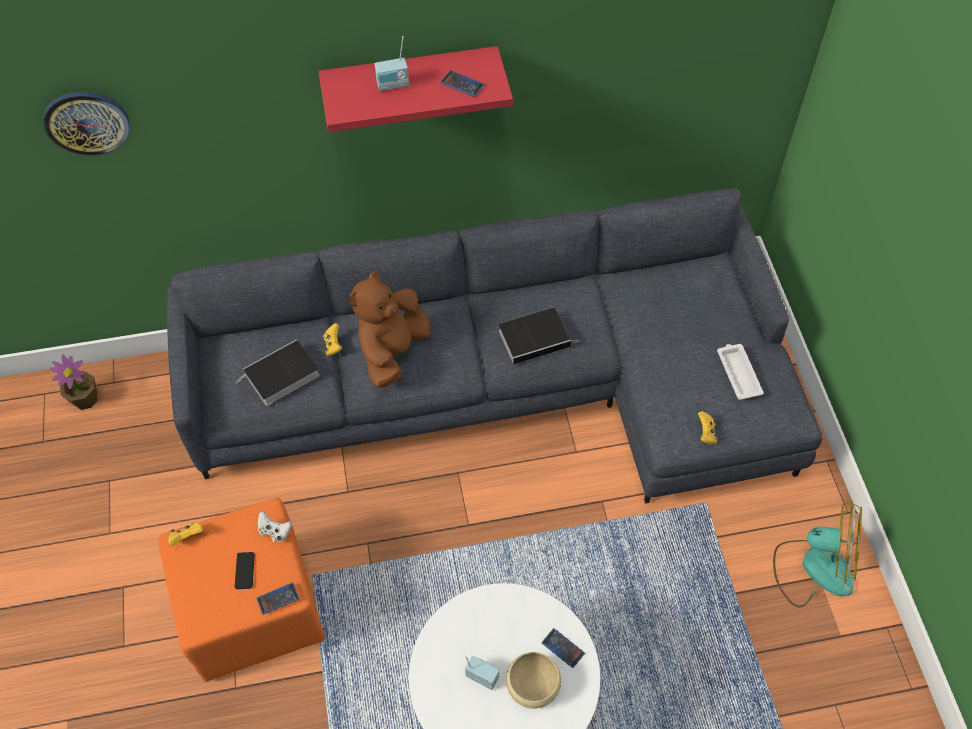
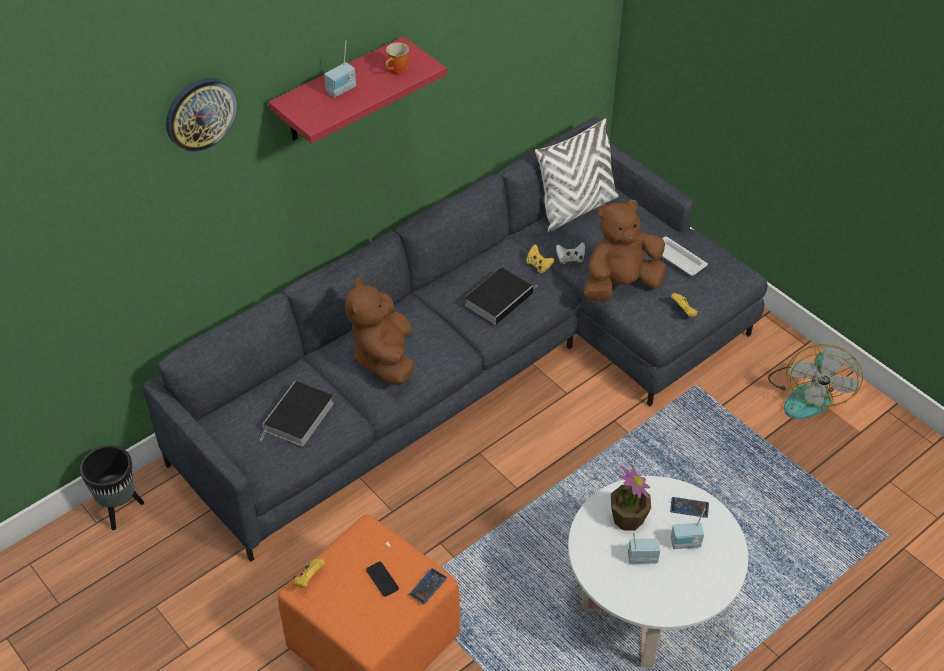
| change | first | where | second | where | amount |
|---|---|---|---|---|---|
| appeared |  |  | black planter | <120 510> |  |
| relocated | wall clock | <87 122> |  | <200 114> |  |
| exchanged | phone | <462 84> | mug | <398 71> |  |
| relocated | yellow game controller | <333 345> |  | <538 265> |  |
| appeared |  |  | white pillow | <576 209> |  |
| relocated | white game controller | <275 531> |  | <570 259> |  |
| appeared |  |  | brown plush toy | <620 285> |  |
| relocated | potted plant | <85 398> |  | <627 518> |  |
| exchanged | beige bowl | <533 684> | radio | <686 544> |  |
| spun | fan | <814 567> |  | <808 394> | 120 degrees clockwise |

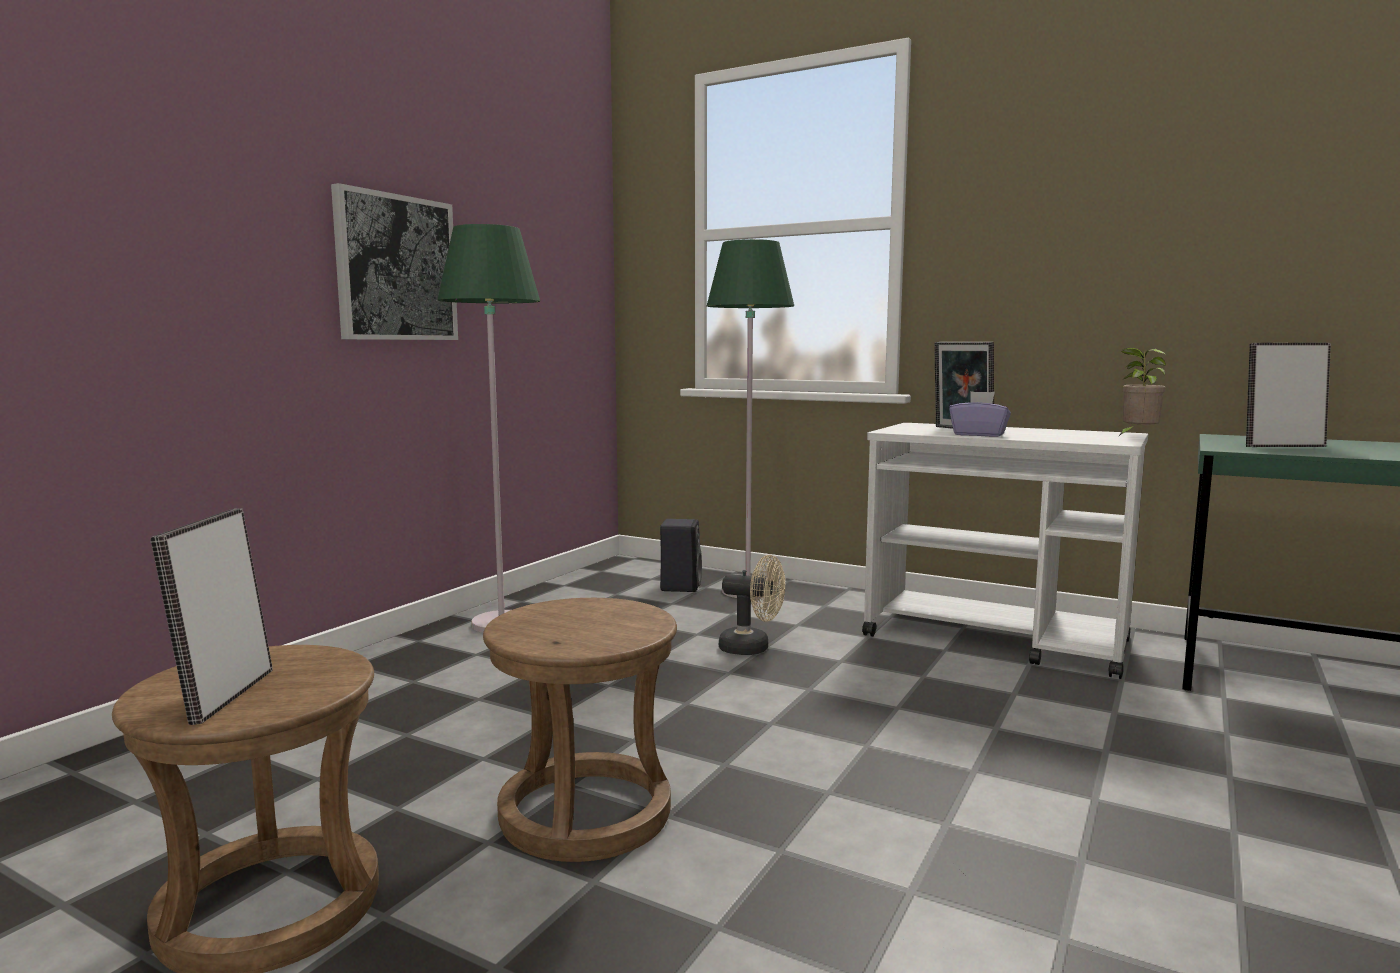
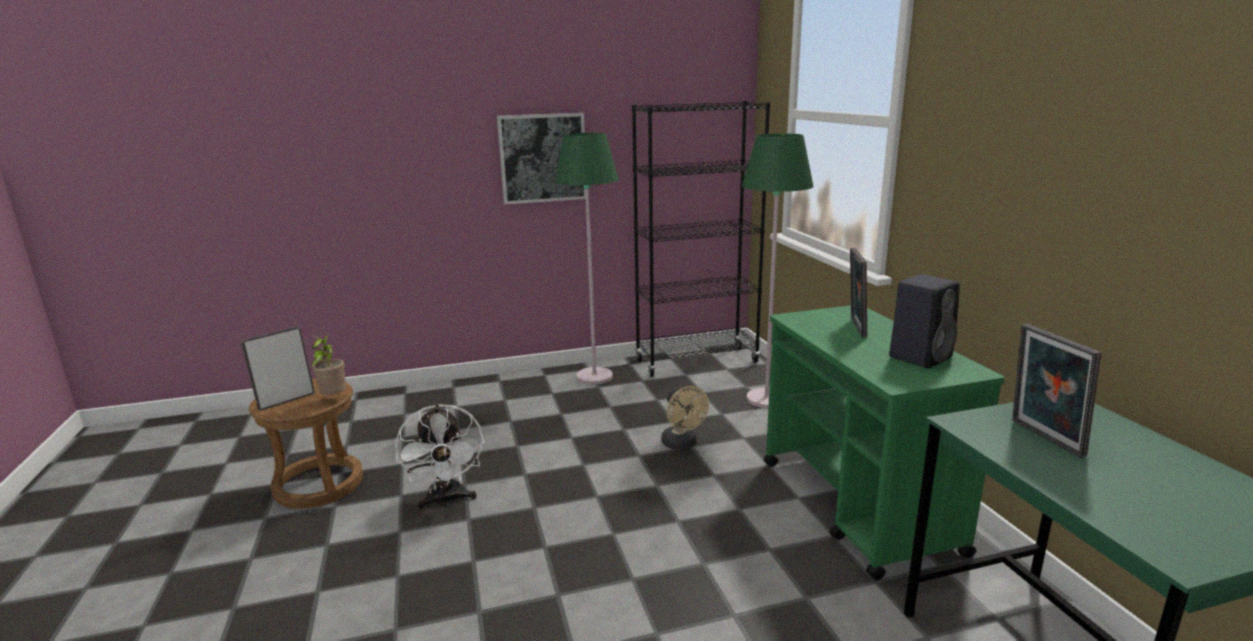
| change | first | where | second | where | amount |
|---|---|---|---|---|---|
| relocated | potted plant | <1137 436> |  | <333 399> |  |
| exchanged | brown stool | <585 812> | white fan | <447 500> |  |
| appeared |  |  | black bookcase | <697 361> |  |
| colour | white cart | <997 639> | green cart | <858 506> |  |
| relocated | black speaker | <680 586> |  | <920 356> |  |
| spun | picture frame | <1282 446> |  | <1043 438> | 150 degrees counterclockwise |
| missing | purple tissue box | <979 434> |  |  |  |

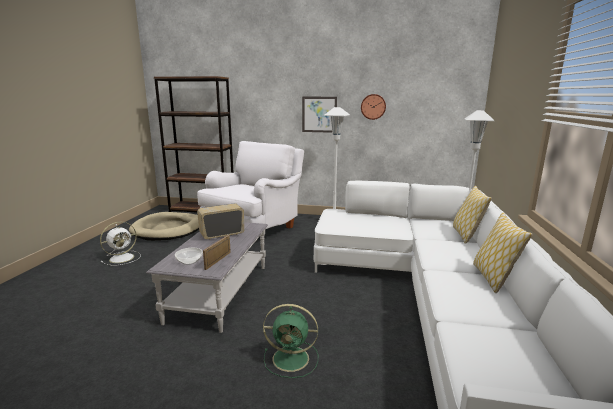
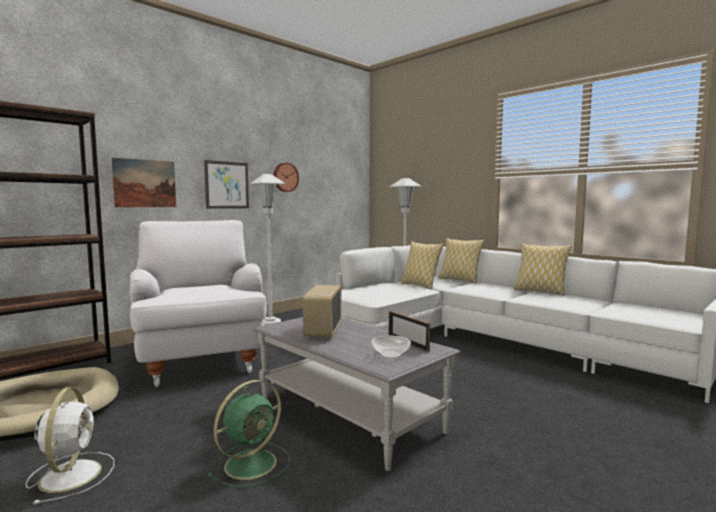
| change | first | where | second | where | amount |
|---|---|---|---|---|---|
| appeared |  |  | picture | <145 183> |  |
| relocated | green fan | <292 359> |  | <252 463> |  |
| appeared |  |  | pillow | <420 286> |  |

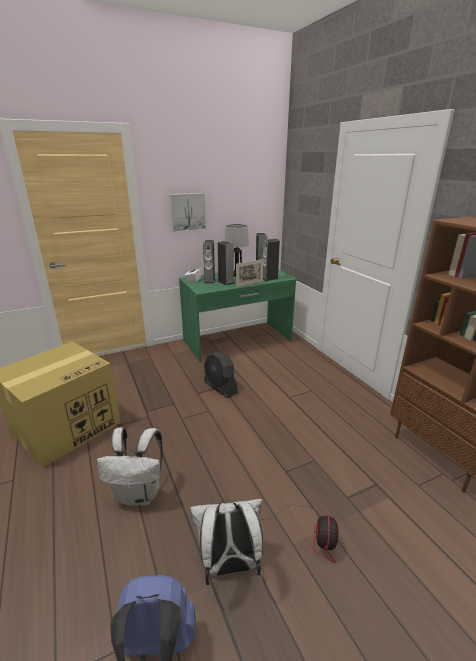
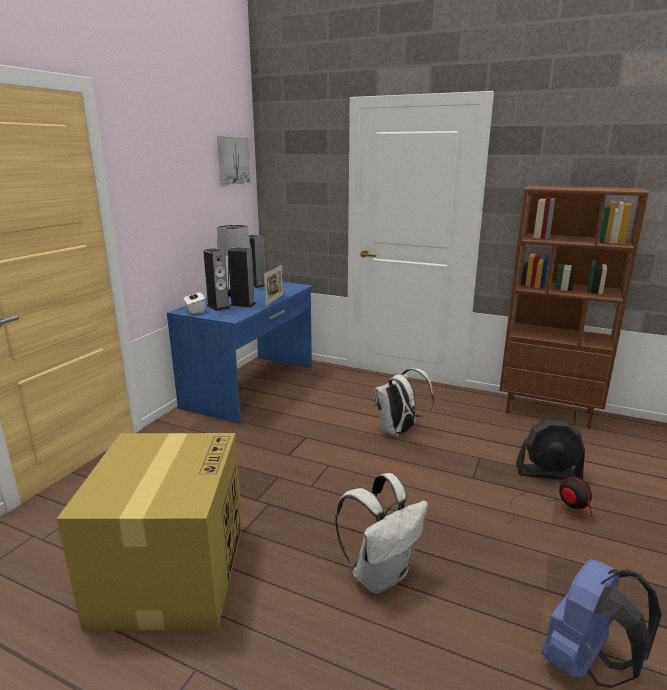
| change | first | where | second | where | amount |
|---|---|---|---|---|---|
| colour | green desk | <237 340> | blue desk | <252 386> |  |
| relocated | picture | <187 212> |  | <232 161> |  |
| relocated | white backpack | <229 566> |  | <398 431> |  |
| relocated | black fan | <220 387> |  | <548 473> |  |
| missing | speaker | <269 278> |  |  |  |

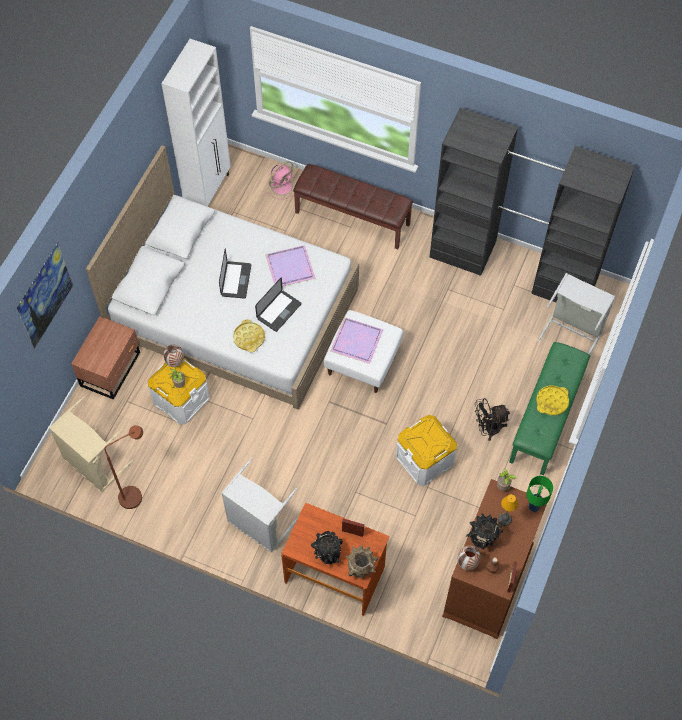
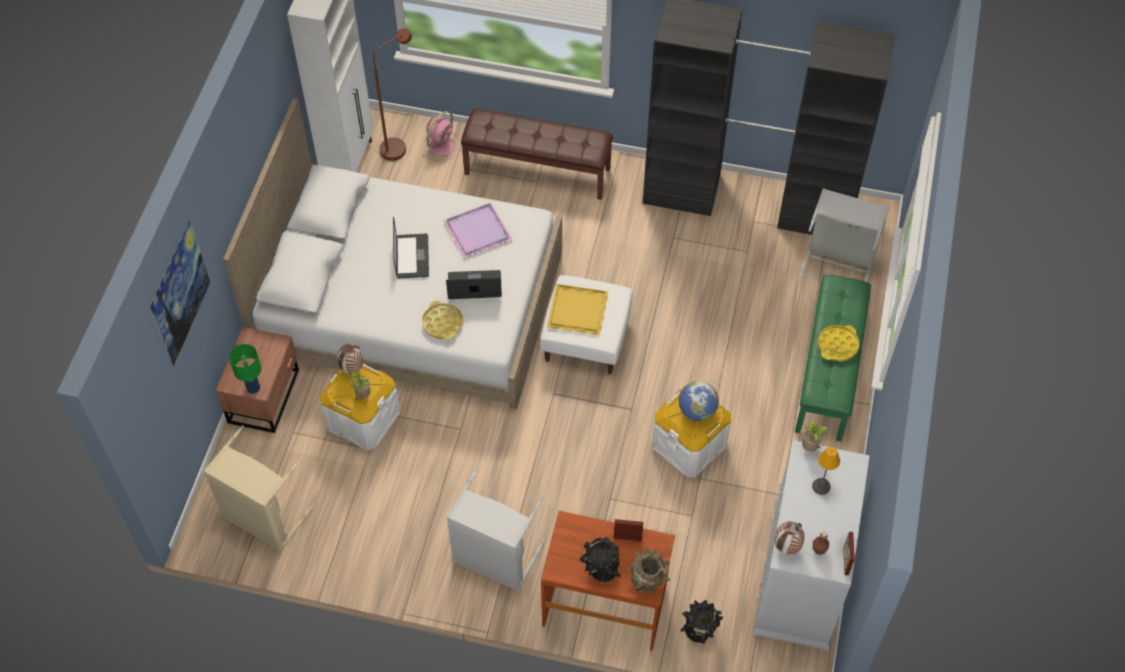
| change | first | where | second | where | amount |
|---|---|---|---|---|---|
| relocated | green table lamp | <534 507> |  | <253 388> |  |
| relocated | brown floor lamp | <136 494> |  | <399 146> |  |
| spun | laptop | <279 311> |  | <474 286> | 120 degrees counterclockwise |
| colour | purple tray | <356 340> | yellow tray | <577 309> |  |
| appeared |  |  | globe | <697 411> |  |
| relocated | black vase | <483 537> |  | <700 629> |  |
| colour | brown dresser | <488 580> | white dresser | <800 579> |  |
| missing | black fan | <488 429> |  |  |  |

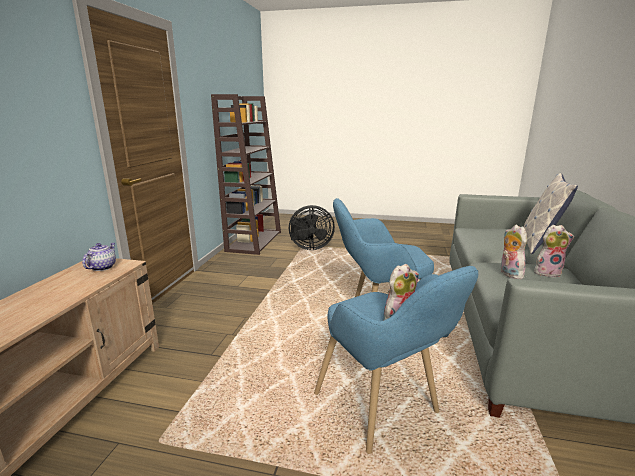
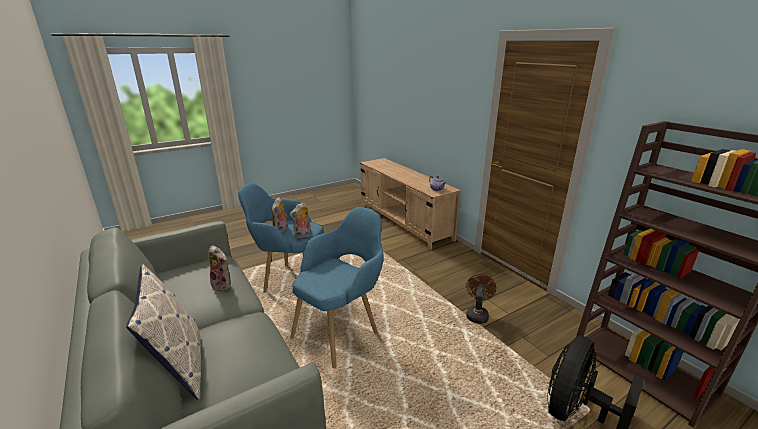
| change | first | where | second | where | amount |
|---|---|---|---|---|---|
| relocated | plush toy | <547 272> |  | <302 236> |  |
| appeared |  |  | brown fan | <477 314> |  |

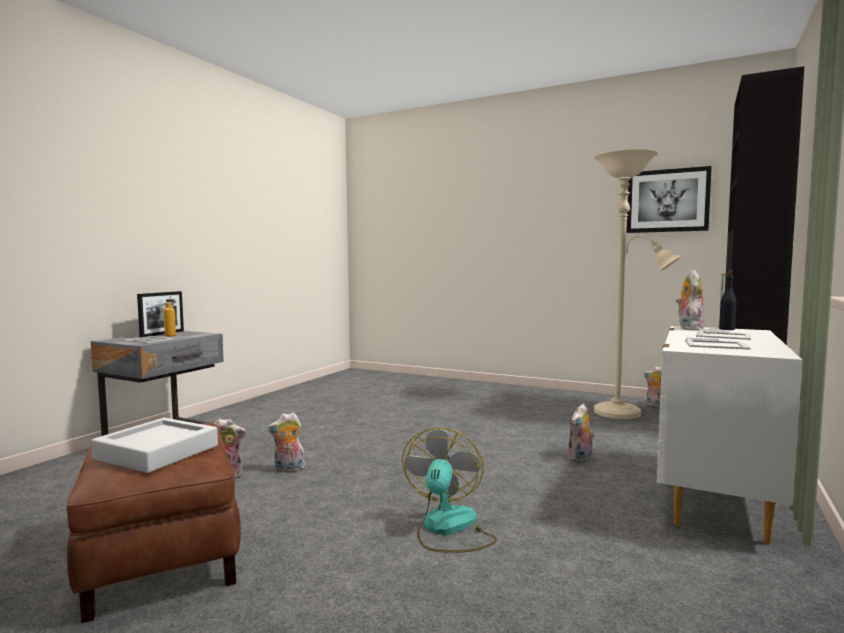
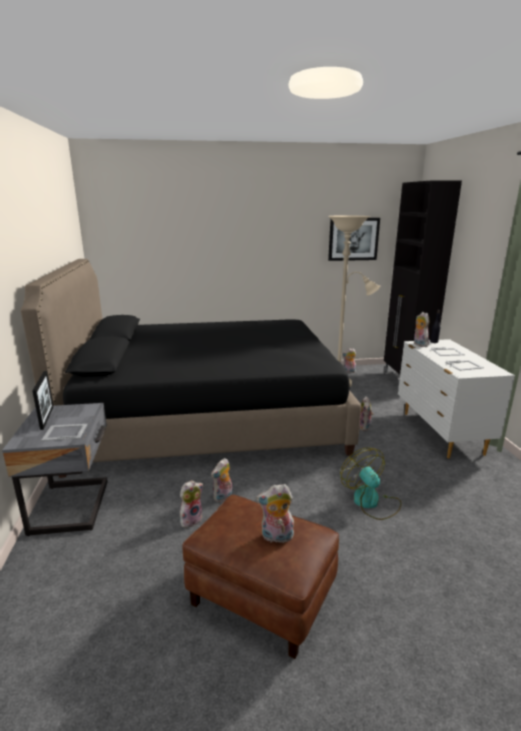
| change | first | where | second | where | amount |
|---|---|---|---|---|---|
| appeared |  |  | black bed | <208 418> |  |
| exchanged | grey tray | <157 452> | plush toy | <276 537> |  |
| missing | bottle | <171 335> |  |  |  |

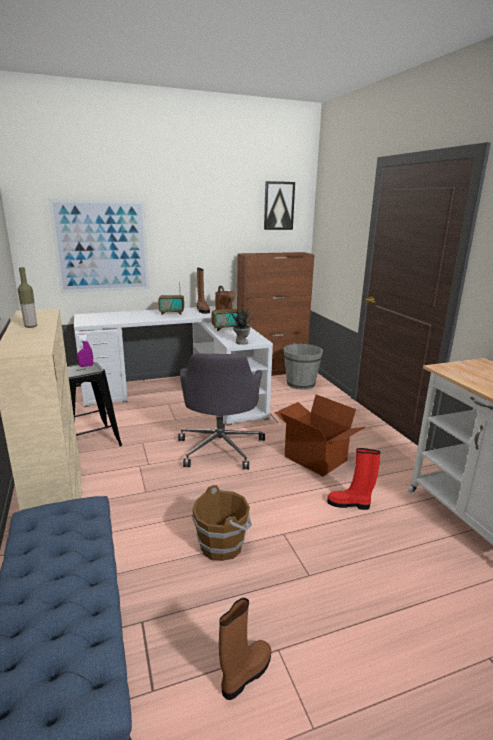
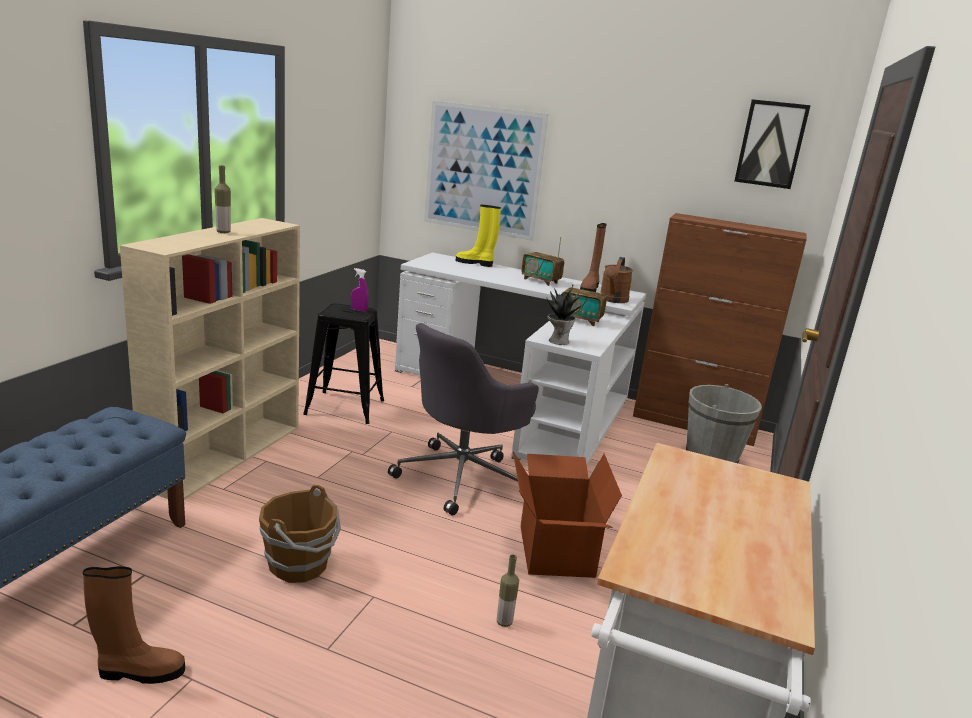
| change | first | where | second | where | amount |
|---|---|---|---|---|---|
| appeared |  |  | yellow boot | <475 263> |  |
| exchanged | red boot | <349 504> | bottle | <504 622> |  |

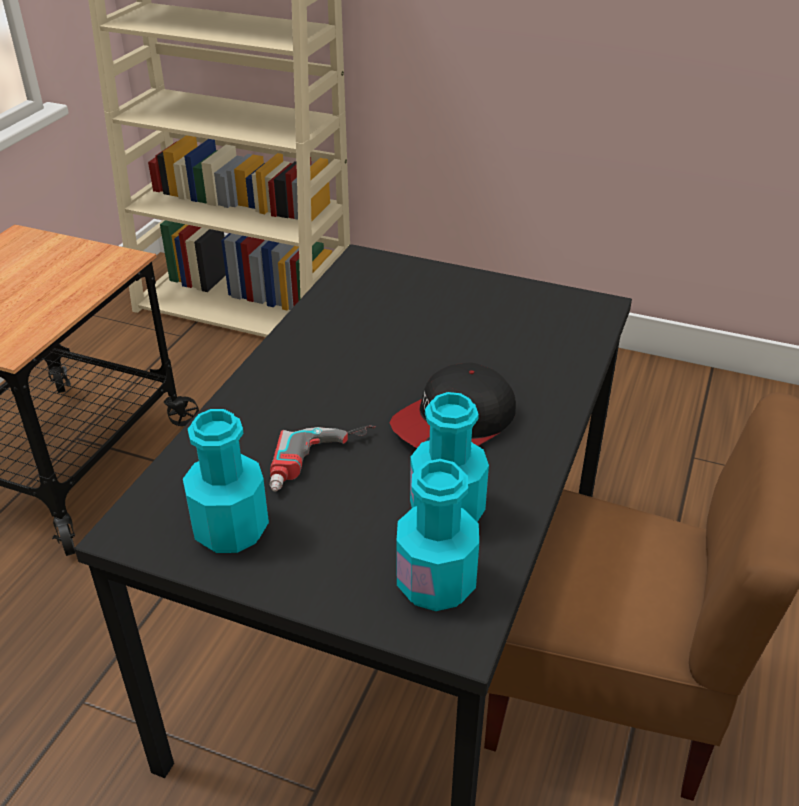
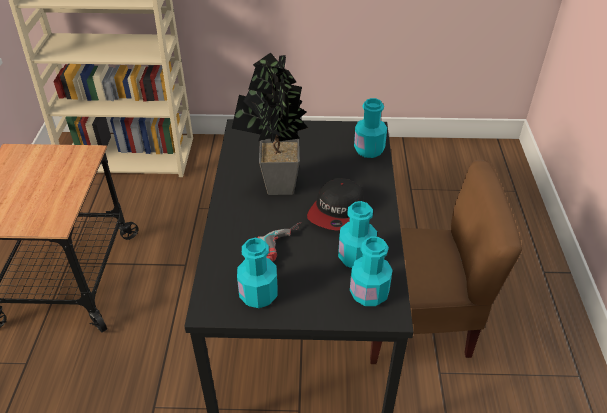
| change | first | where | second | where | amount |
|---|---|---|---|---|---|
| appeared |  |  | potted plant | <277 189> |  |
| appeared |  |  | turquoise bottle | <369 149> |  |

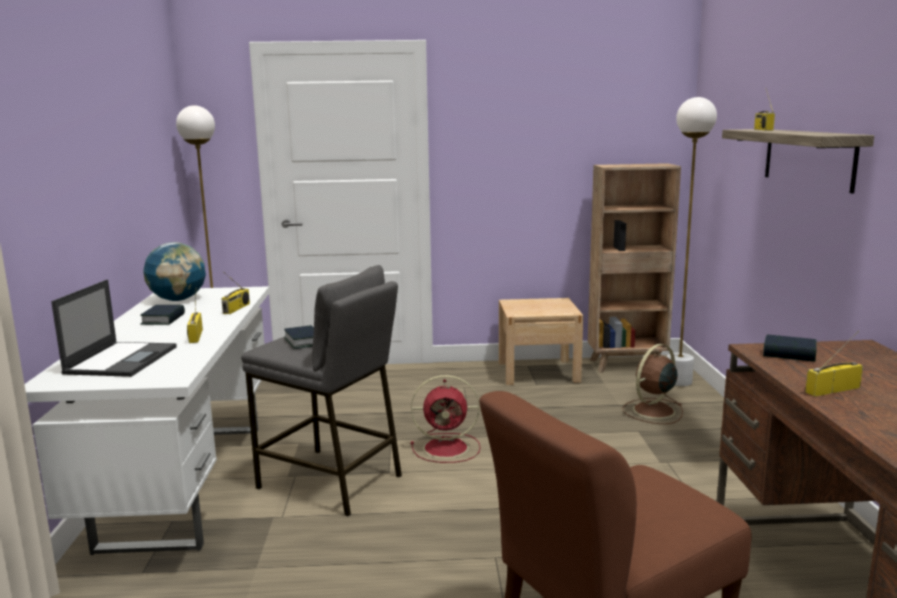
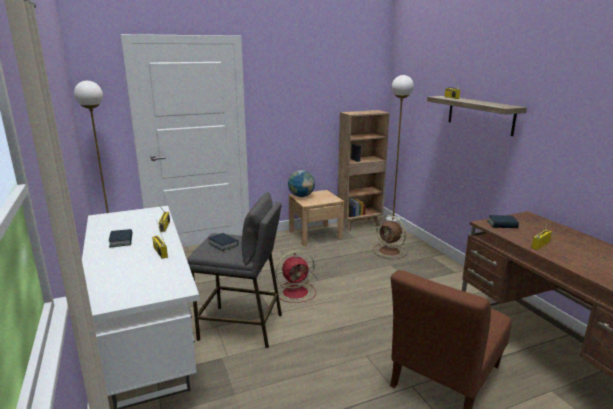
| change | first | where | second | where | amount |
|---|---|---|---|---|---|
| relocated | globe | <178 300> |  | <301 196> |  |
| spun | brown fan | <652 411> |  | <390 252> | 75 degrees counterclockwise |
| missing | laptop | <122 359> |  |  |  |

